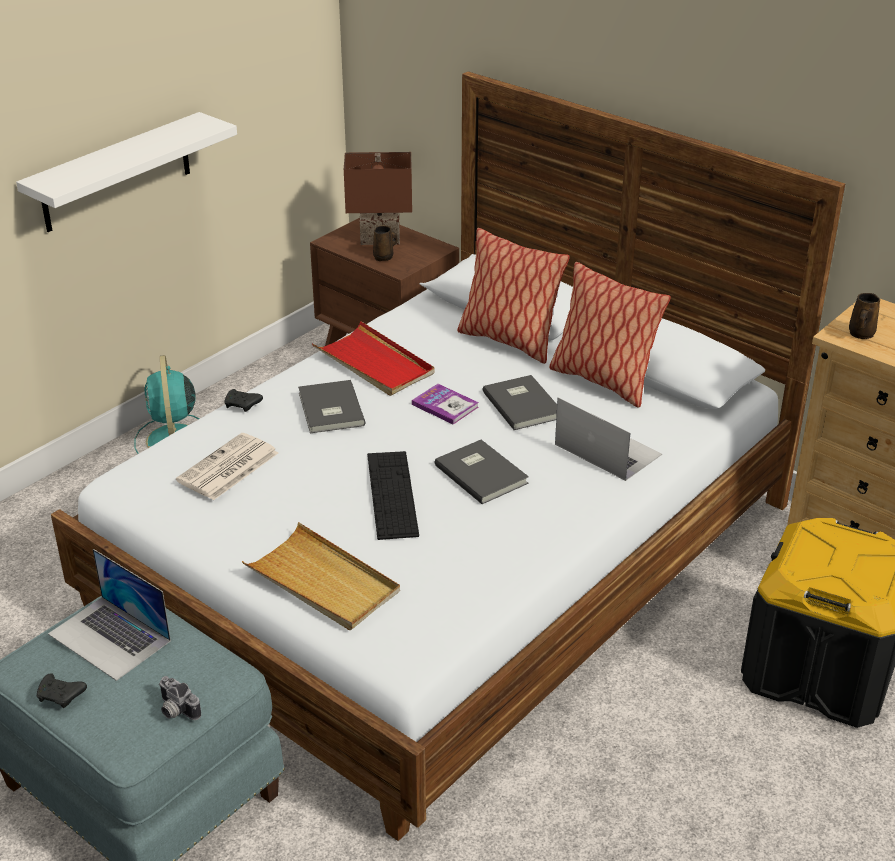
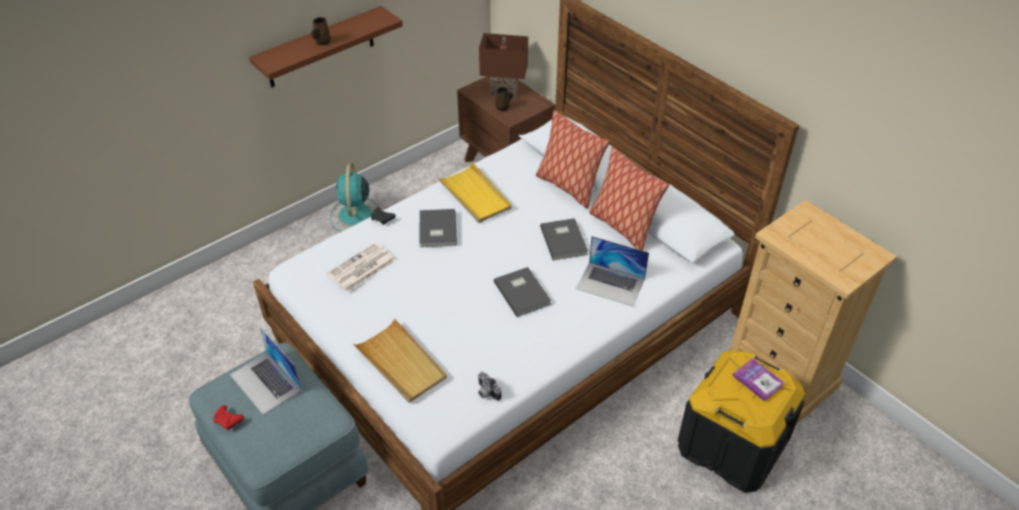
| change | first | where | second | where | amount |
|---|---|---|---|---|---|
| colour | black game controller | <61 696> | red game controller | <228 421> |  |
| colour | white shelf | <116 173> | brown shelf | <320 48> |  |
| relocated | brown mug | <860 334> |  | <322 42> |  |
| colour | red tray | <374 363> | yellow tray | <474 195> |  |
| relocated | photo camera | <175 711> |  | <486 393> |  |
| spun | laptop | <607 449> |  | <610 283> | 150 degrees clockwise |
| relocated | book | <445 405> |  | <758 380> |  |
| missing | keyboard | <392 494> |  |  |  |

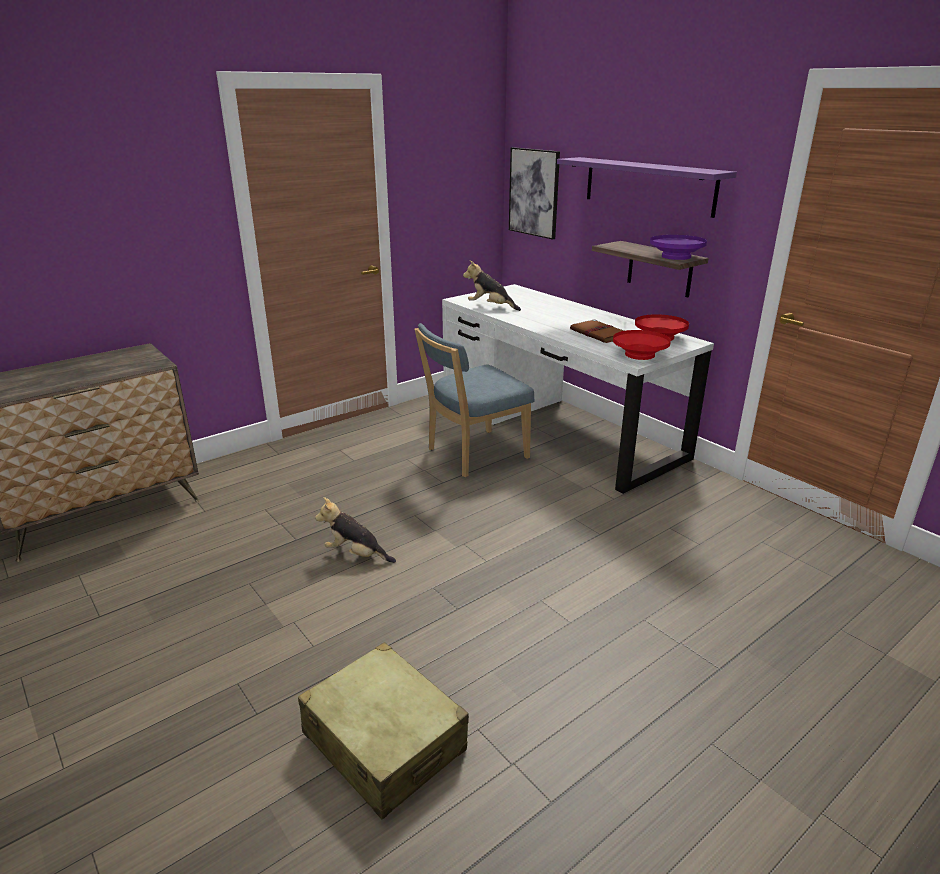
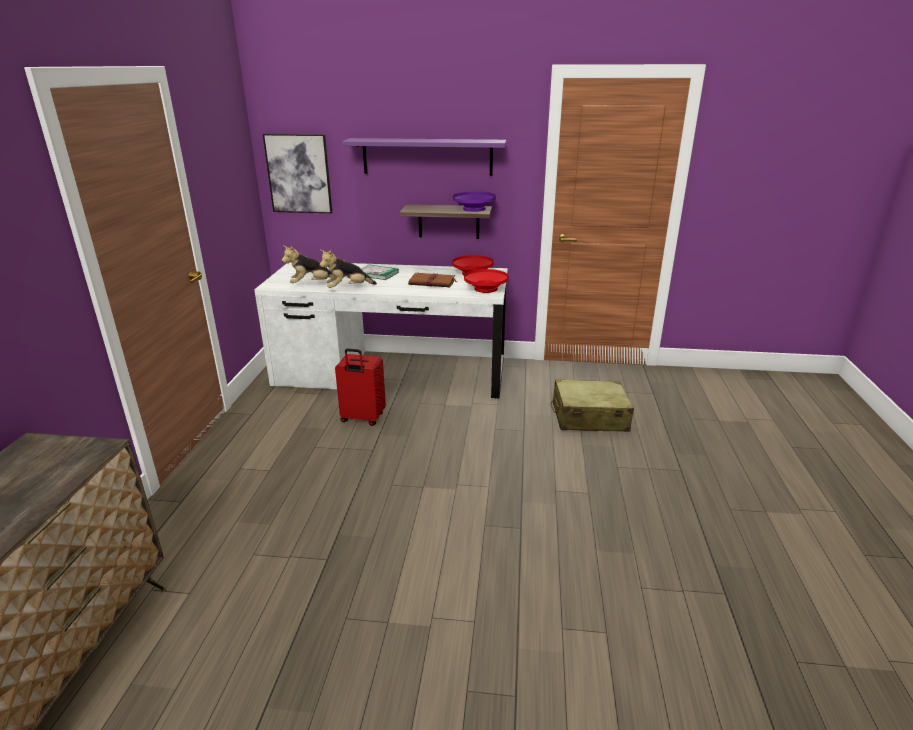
| change | first | where | second | where | amount |
|---|---|---|---|---|---|
| relocated | plush toy | <356 554> |  | <348 289> |  |
| exchanged | blue chair | <473 455> | red suitcase | <362 418> |  |
| appeared |  |  | book | <377 274> |  |
| relocated | beige suitcase | <384 742> |  | <589 417> |  |

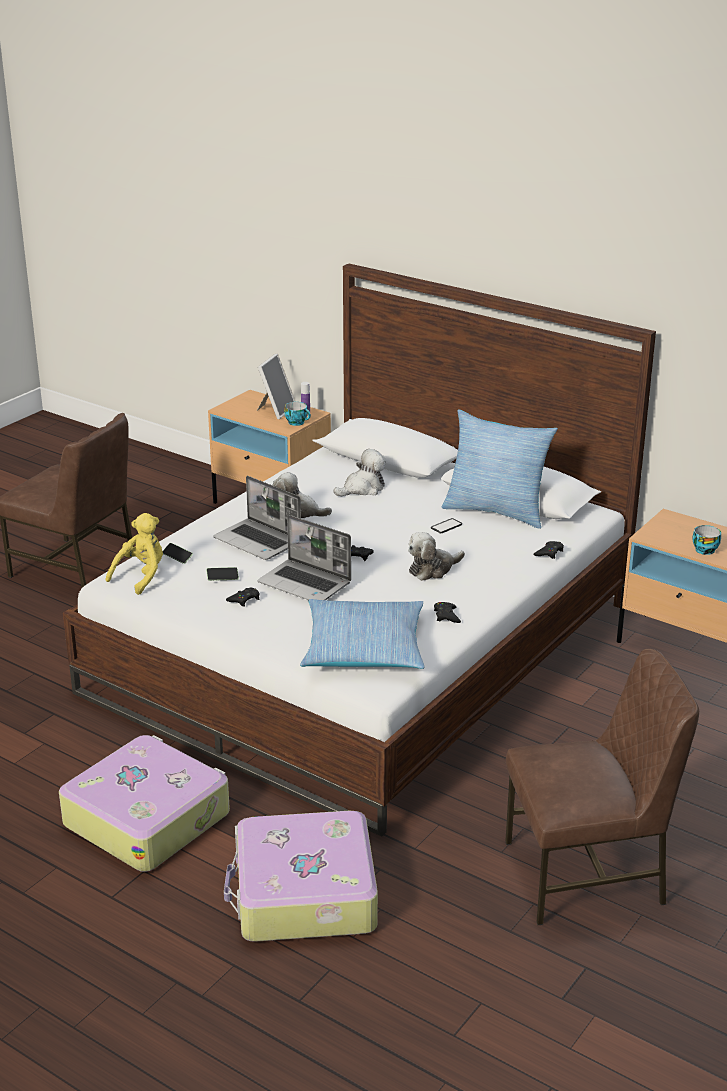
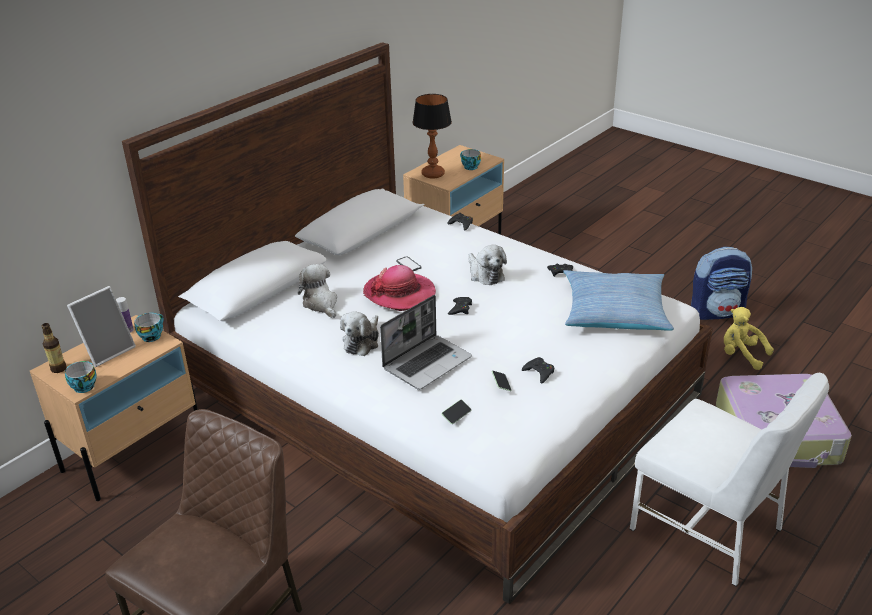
| change | first | where | second | where | amount |
|---|---|---|---|---|---|
| appeared |  |  | bottle | <58 369> |  |
| appeared |  |  | cup | <82 386> |  |
| spun | picture frame | <275 410> |  | <107 350> | 105 degrees clockwise |
| appeared |  |  | hat | <400 293> |  |
| appeared |  |  | table lamp | <432 174> |  |
| exchanged | suitcase | <147 818> | white chair | <709 529> |  |
| exchanged | brown chair | <587 874> | backpack | <716 312> |  |
| relocated | yellow plush toy | <141 576> |  | <741 355> |  |
| missing | laptop | <306 583> |  |  |  |
| missing | pillow | <496 511> |  |  |  |

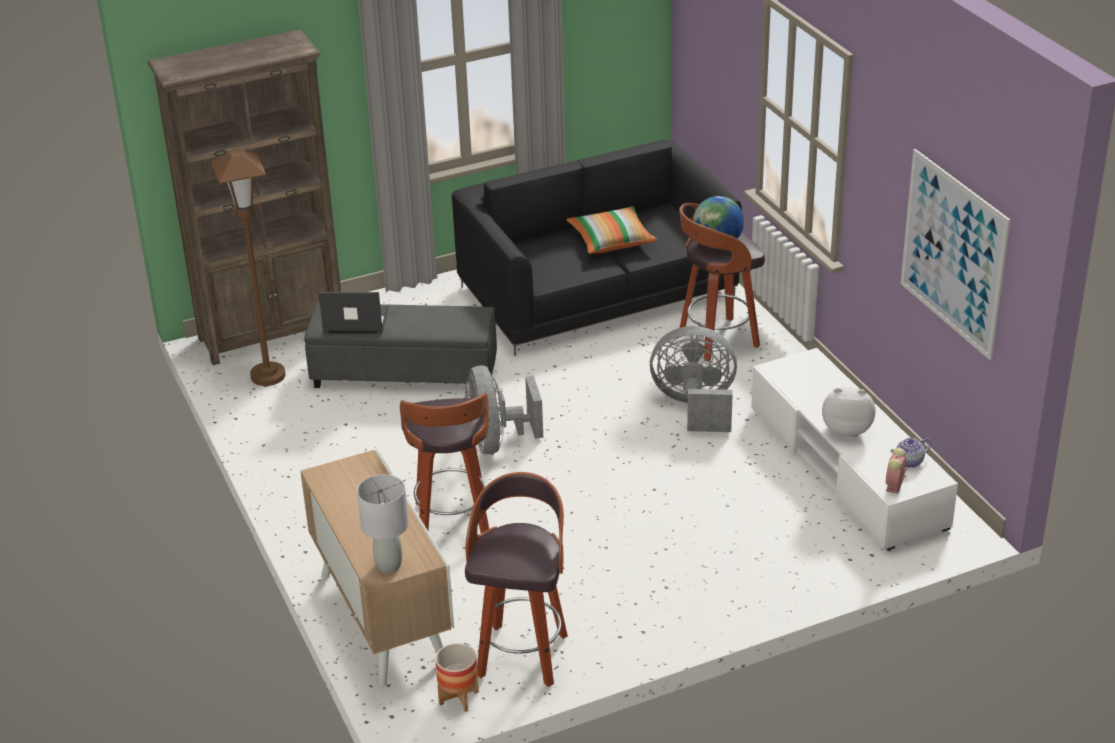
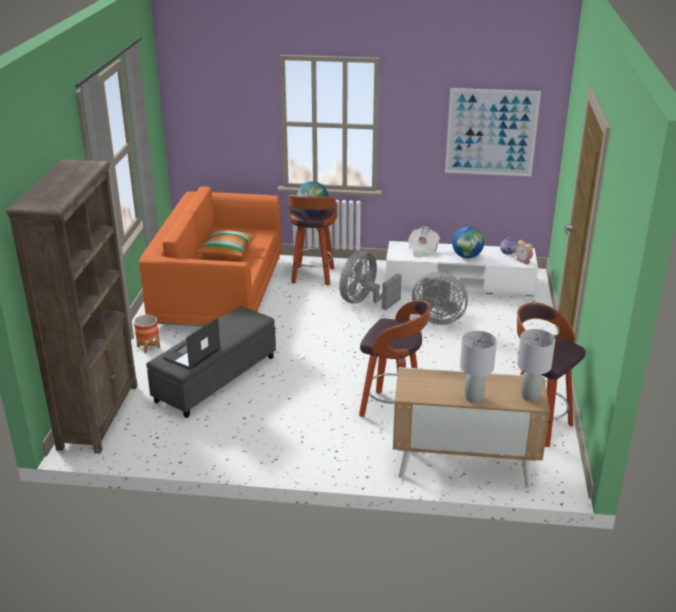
| change | first | where | second | where | amount |
|---|---|---|---|---|---|
| relocated | planter | <459 698> |  | <148 347> |  |
| colour | black sofa | <597 290> | orange sofa | <218 291> |  |
| appeared |  |  | newspaper | <422 251> |  |
| relocated | grey fan | <497 442> |  | <437 319> |  |
| exchanged | plush toy | <847 429> | globe | <467 256> |  |
| appeared |  |  | grey table lamp | <474 398> |  |
| missing | brown floor lamp | <268 376> |  |  |  |

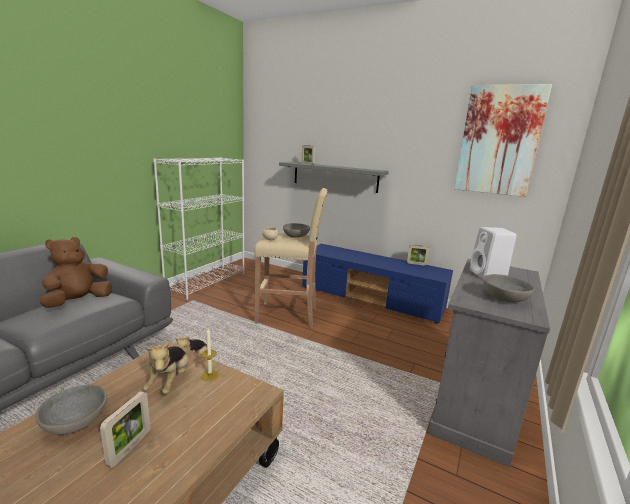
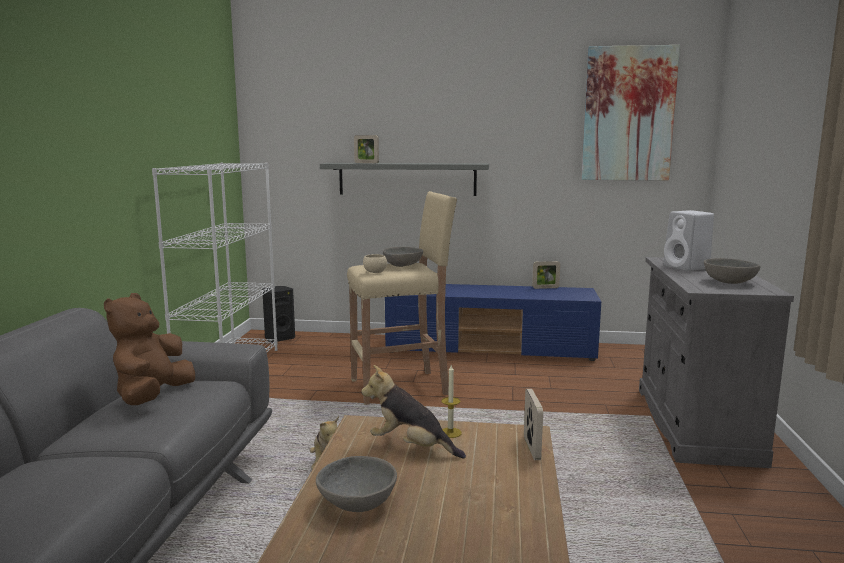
| change | first | where | second | where | amount |
|---|---|---|---|---|---|
| appeared |  |  | black speaker | <279 338> |  |
| spun | plush toy | <170 381> |  | <411 447> | 135 degrees clockwise |
| relocated | picture frame | <129 448> |  | <532 448> |  |

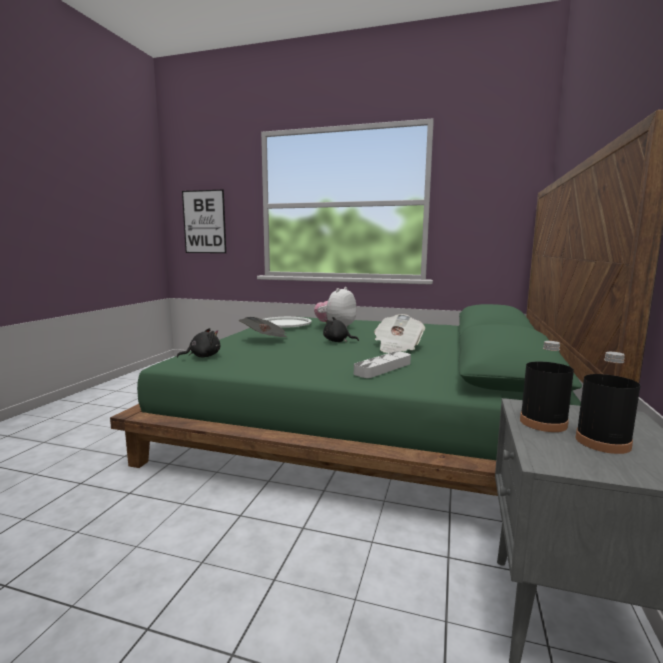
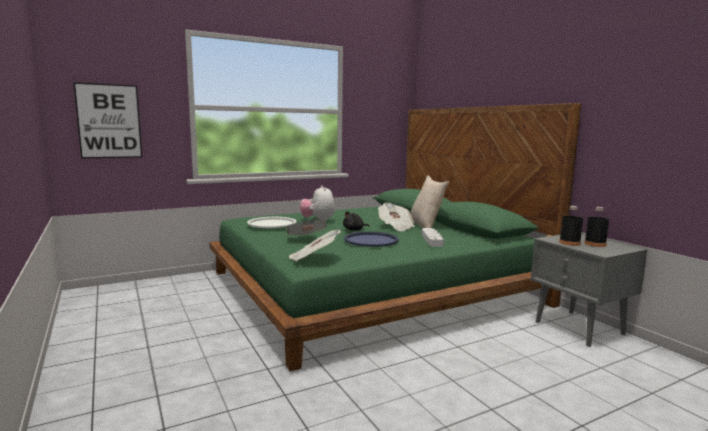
| change | first | where | second | where | amount |
|---|---|---|---|---|---|
| exchanged | black plush toy | <202 356> | newspaper | <313 259> |  |
| appeared |  |  | blue tray | <371 240> |  |
| appeared |  |  | beige pillow | <426 226> |  |

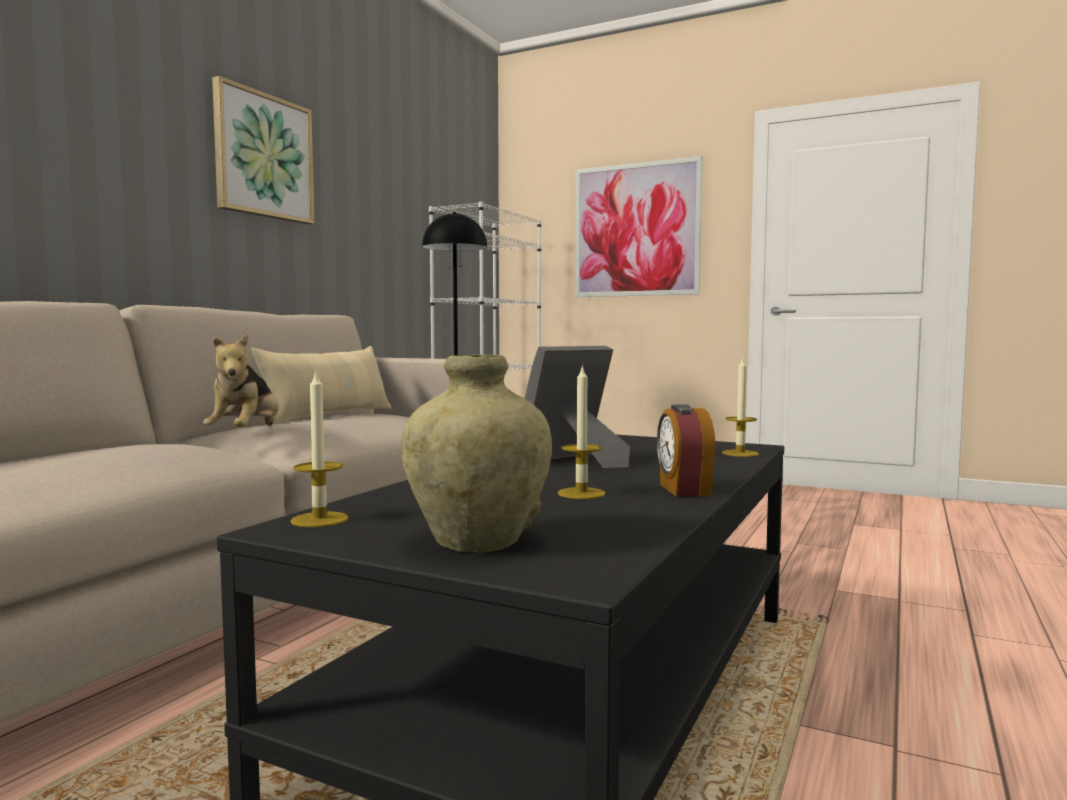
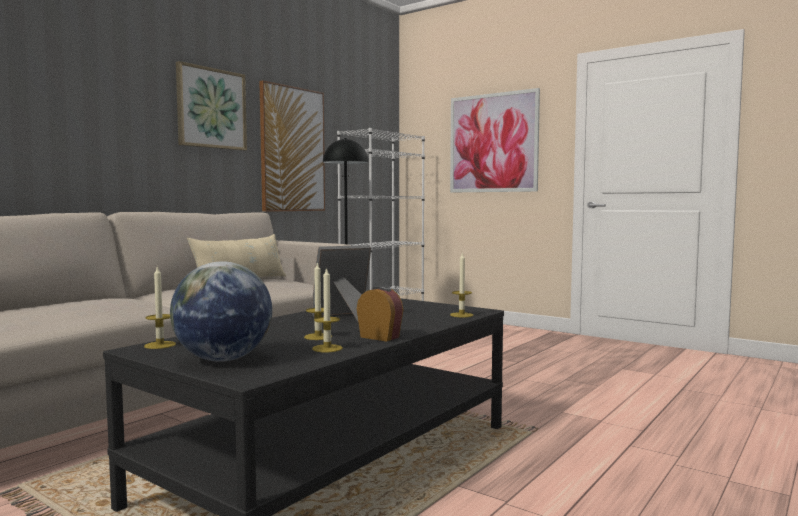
| change | first | where | second | where | amount |
|---|---|---|---|---|---|
| exchanged | beige vase | <477 541> | globe | <223 359> |  |
| appeared |  |  | picture | <292 149> |  |
| appeared |  |  | candle | <327 348> |  |
| spun | alarm clock | <683 490> |  | <380 337> | 120 degrees clockwise |
| missing | plush toy | <246 434> |  |  |  |

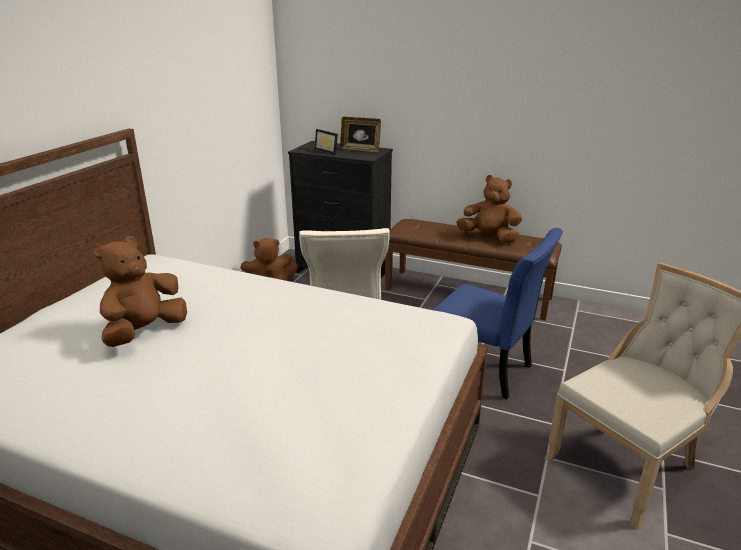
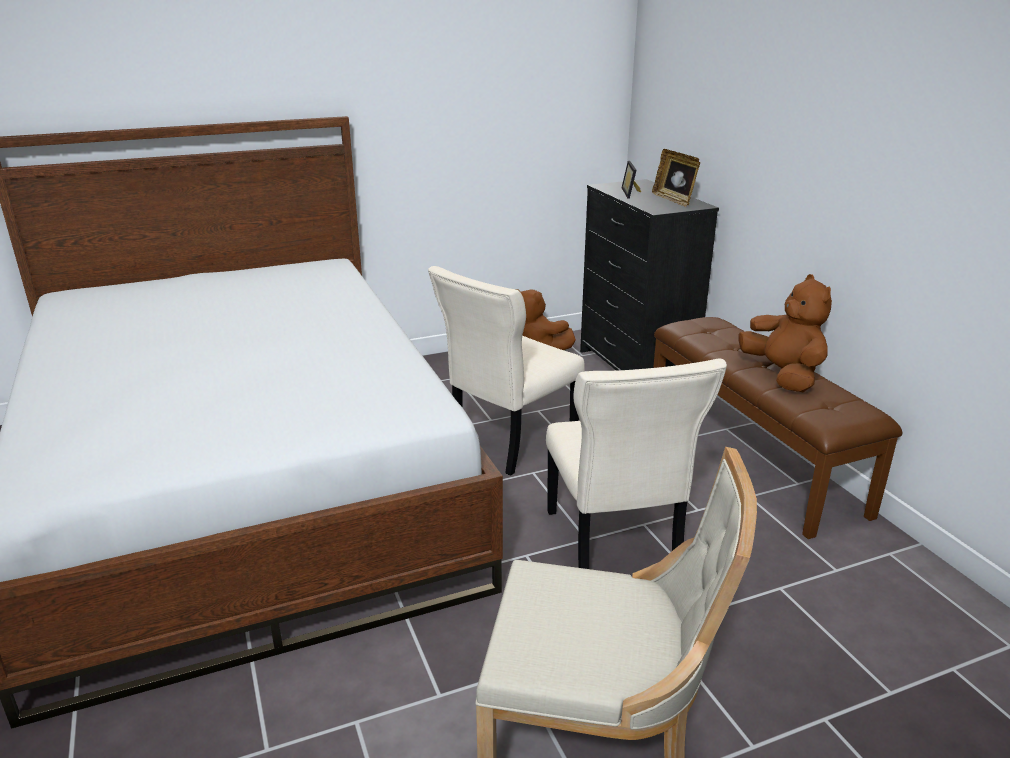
| change | first | where | second | where | amount |
|---|---|---|---|---|---|
| colour | blue chair | <485 370> | beige chair | <613 546> |  |
| missing | brown plush toy | <145 332> |  |  |  |

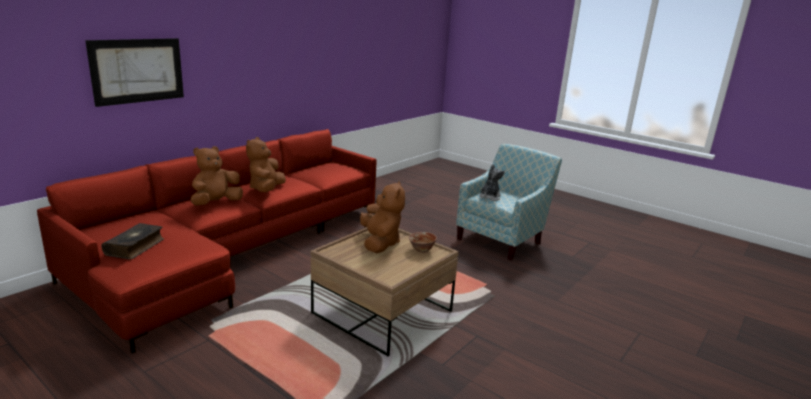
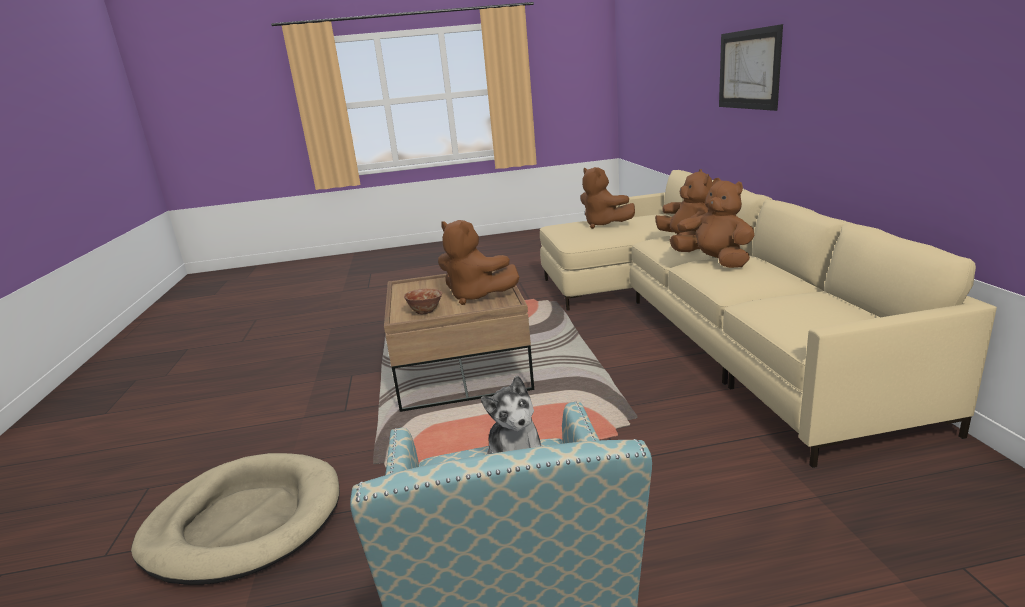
| change | first | where | second | where | amount |
|---|---|---|---|---|---|
| appeared |  |  | beige dog bed | <245 521> |  |
| colour | red sofa | <232 251> | beige sofa | <697 321> |  |
| exchanged | book | <135 247> | brown plush toy | <603 224> |  |

